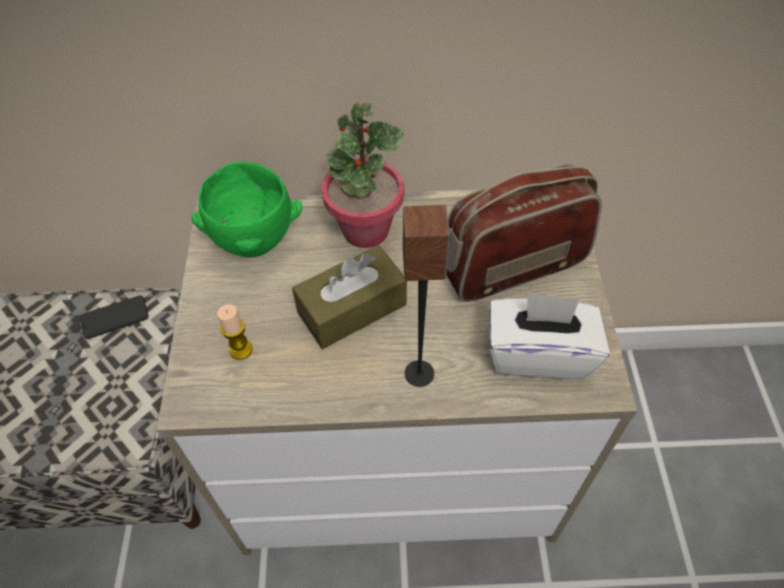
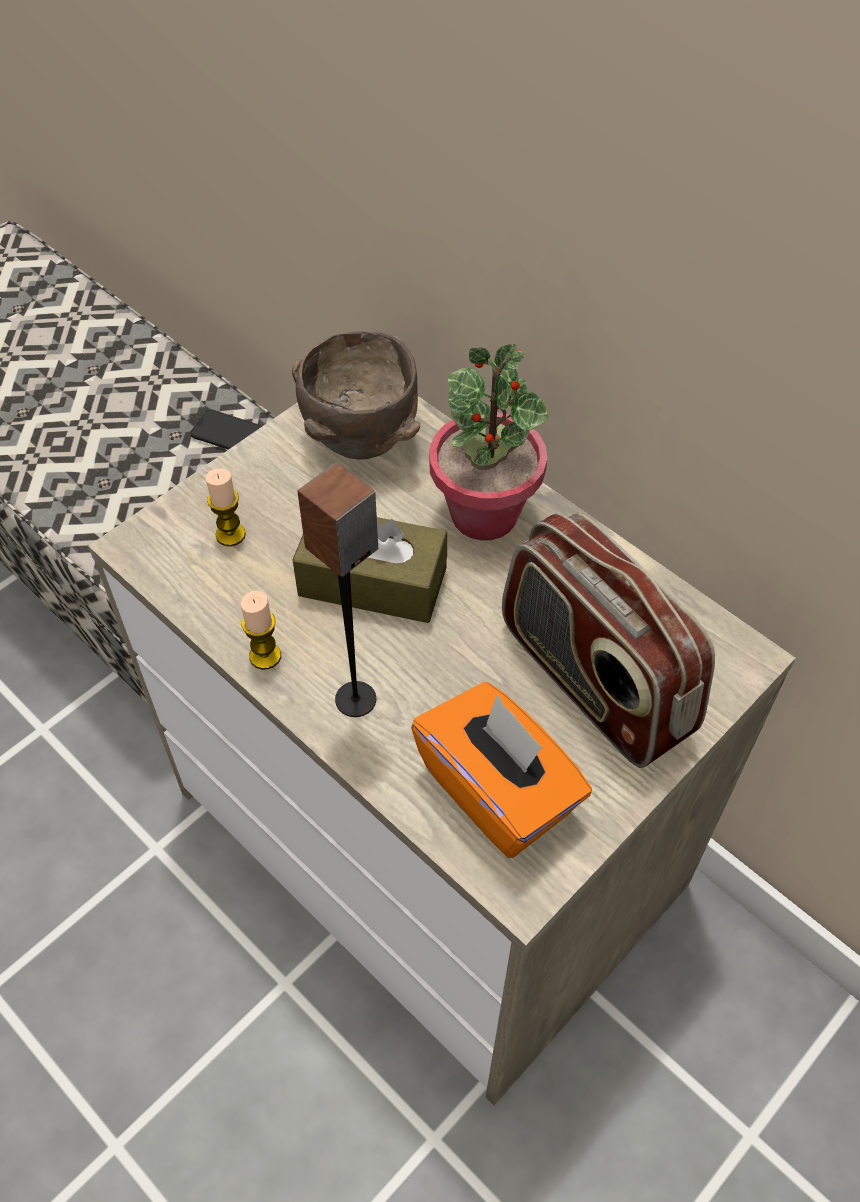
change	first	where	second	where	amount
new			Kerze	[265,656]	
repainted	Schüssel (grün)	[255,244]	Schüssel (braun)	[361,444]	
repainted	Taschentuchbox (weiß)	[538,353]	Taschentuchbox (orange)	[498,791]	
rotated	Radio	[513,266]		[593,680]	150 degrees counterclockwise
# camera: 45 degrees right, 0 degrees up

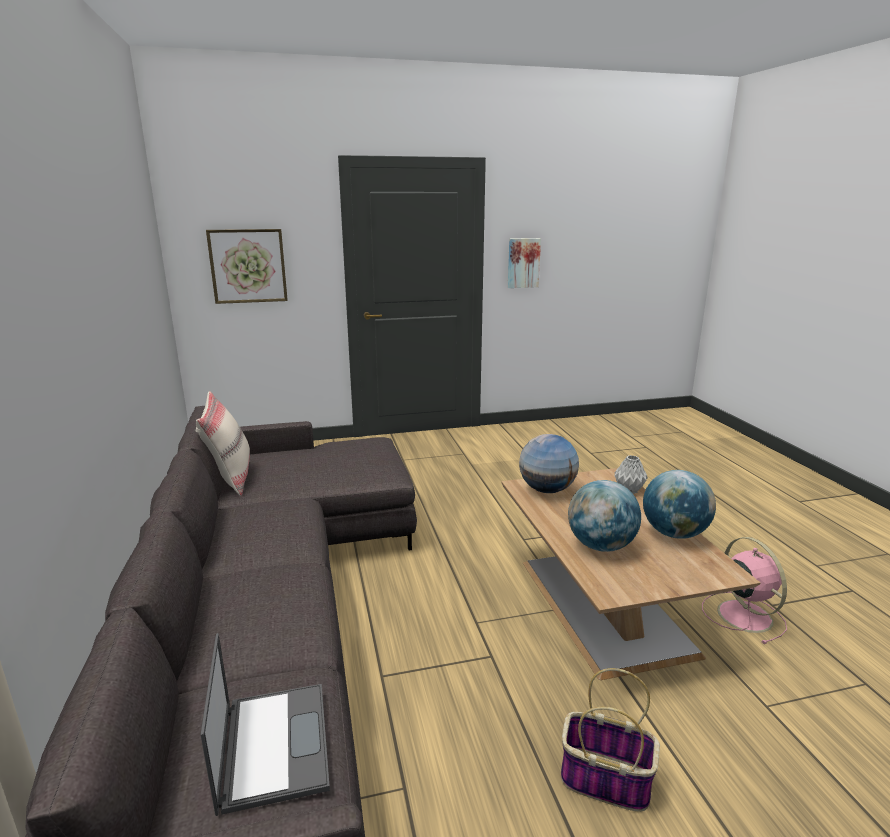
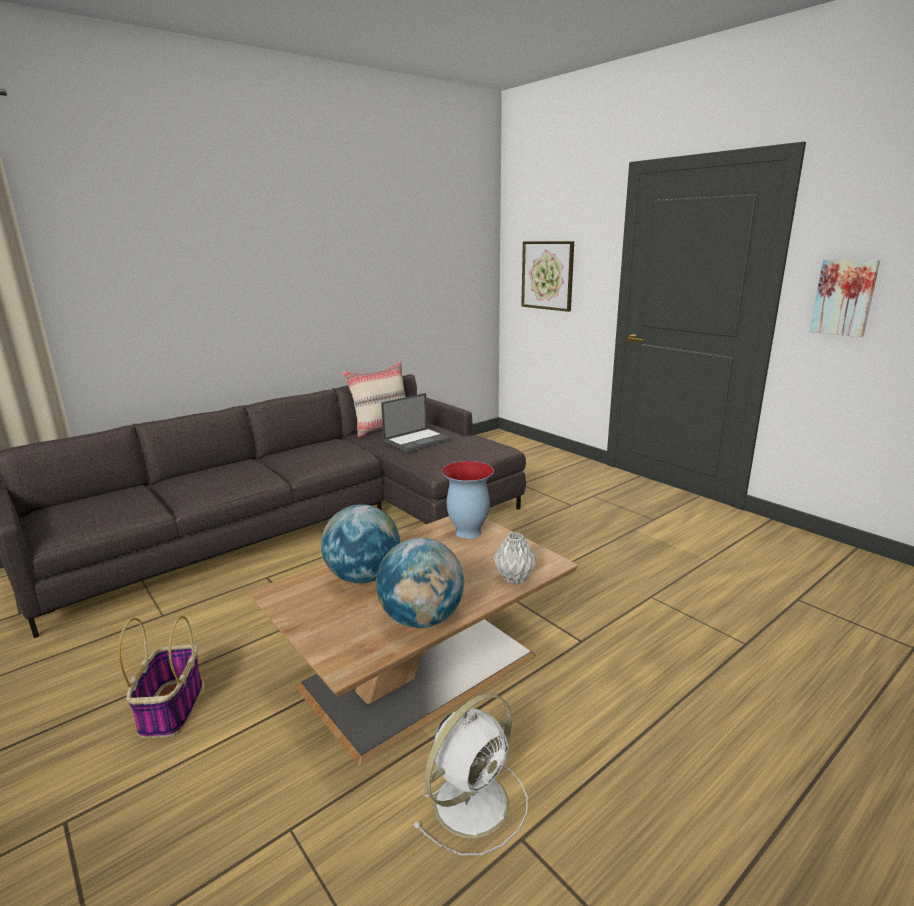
change	first	where	second	where	amount
shifted	Laptop	[273,743]		[418,440]	
repainted	Ventilator (rosa)	[742,614]	Ventilator (weiß)	[473,800]	
swapped	Globus	[547,490]	Vase	[467,532]	
# camera: 65 degrees right, 0 degrees up

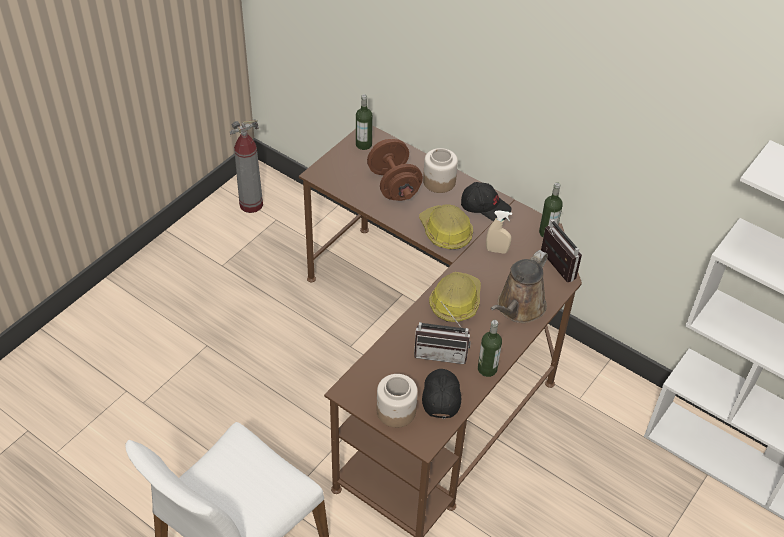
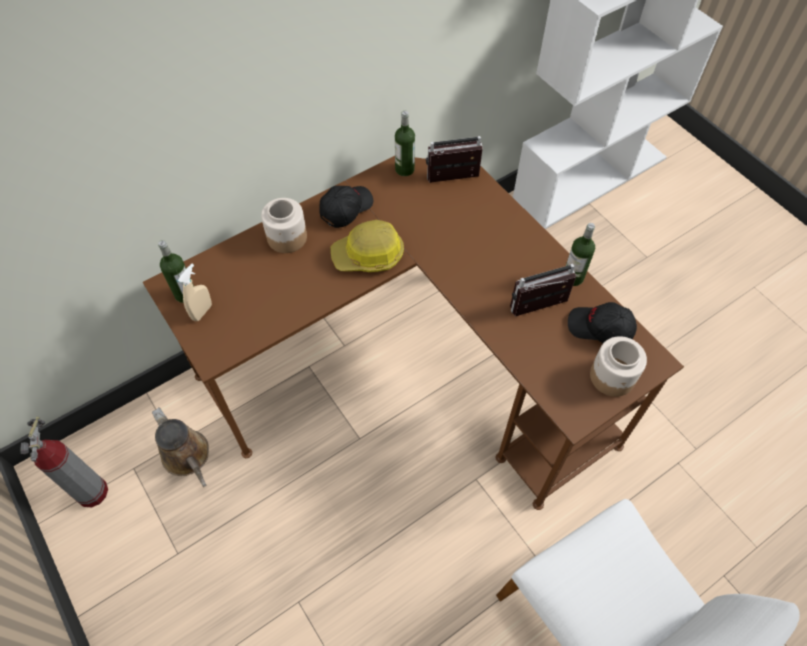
change	first	where	second	where	amount
shifted	Gießkanne (braun)	[518,308]		[188,457]	
shifted	Sprühflasche (beige)	[497,250]		[202,312]	
rotated	Radio	[441,352]		[540,310]	135 degrees counterclockwise
gone	Hantel (braun)	[394,185]			
gone	Schutzhelm	[455,301]			
# camera: 70 degrees left, 10 degrees up

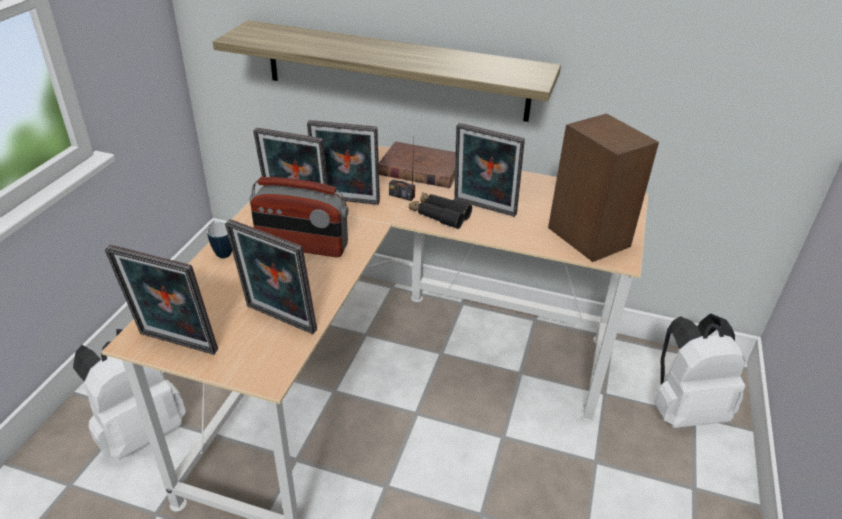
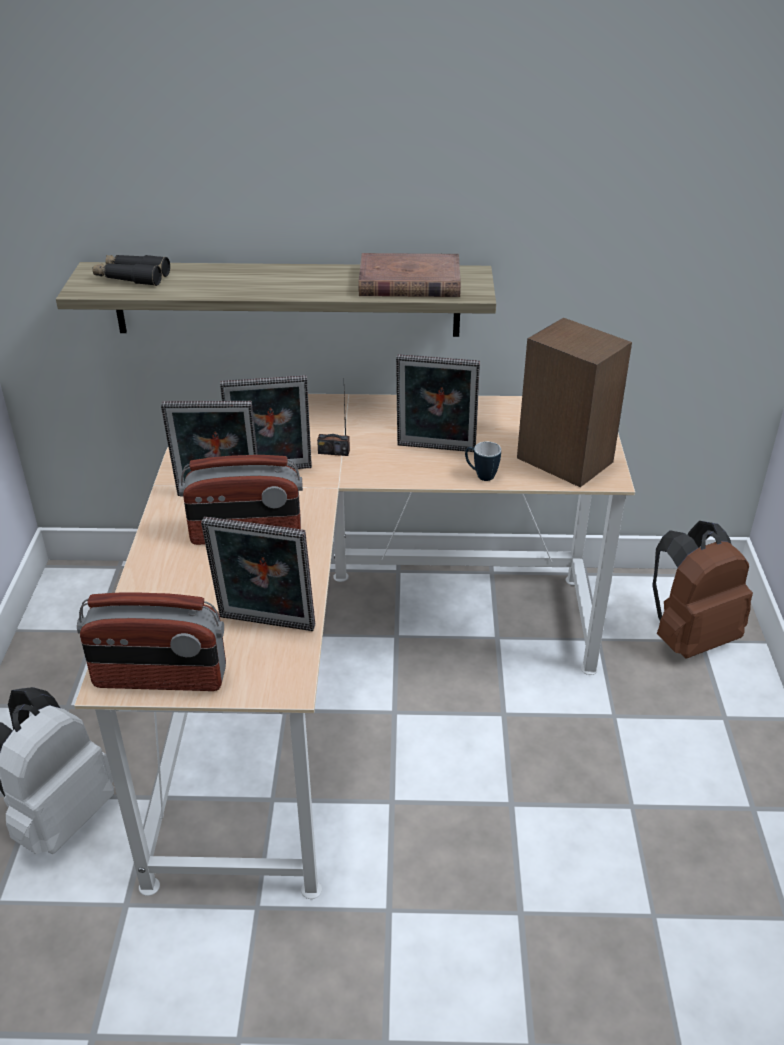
change	first	where	second	where	amount
swapped	Bilderrahmen	[175,345]	Radio	[160,678]	
shifted	Fernglas (schwarz)	[439,215]		[132,277]	
shifted	Buch (braun)	[420,169]		[408,282]	
shifted	Henkelbecher	[221,252]		[481,475]	
repainted	Rucksack (weiß)	[684,409]	Rucksack (braun)	[689,636]	
# camera: 15 degrees left, 0 degrees up

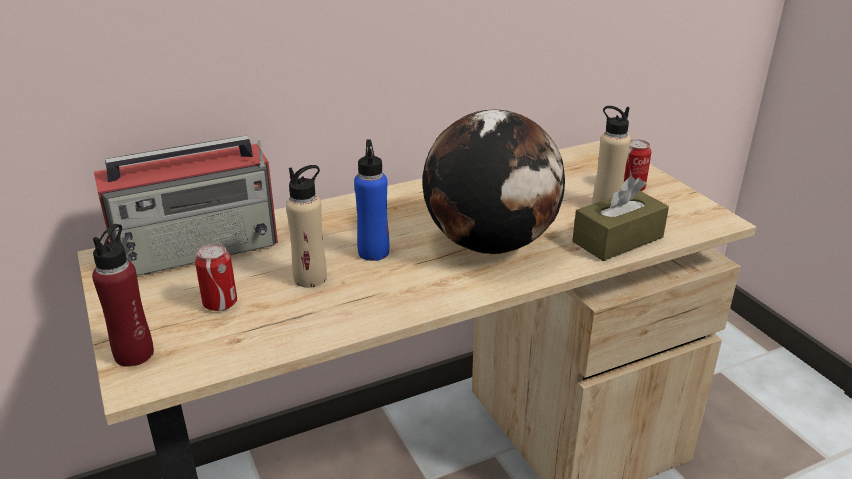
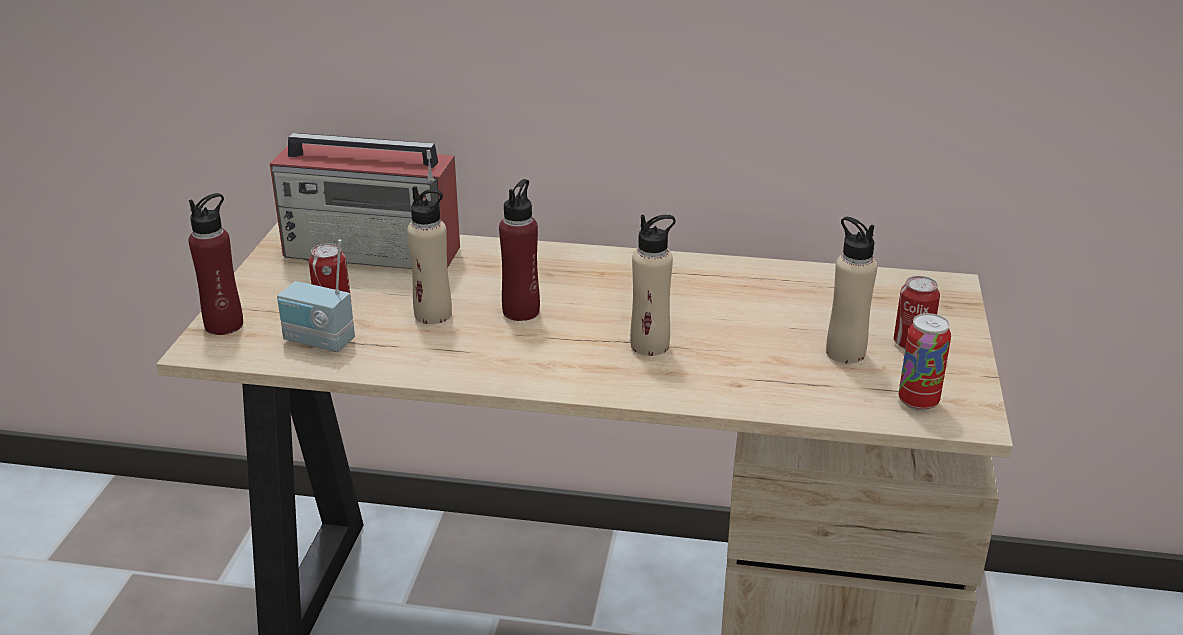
change	first	where	second	where	amount
new			Radio	[318,342]	
repainted	Flasche (blau)	[373,252]	Flasche (rot)	[521,311]	
swapped	Globus	[490,243]	Flasche (beige)	[650,345]	
new			Dose	[918,402]	
gone	Taschentuchbox (braun)	[617,239]			
# camera: 35 degrees right, 0 degrees up

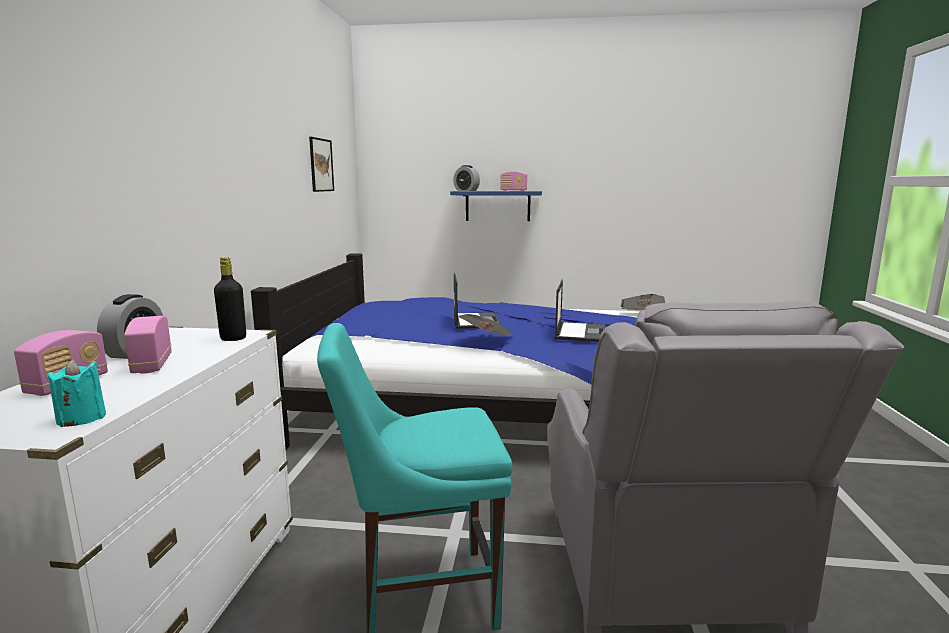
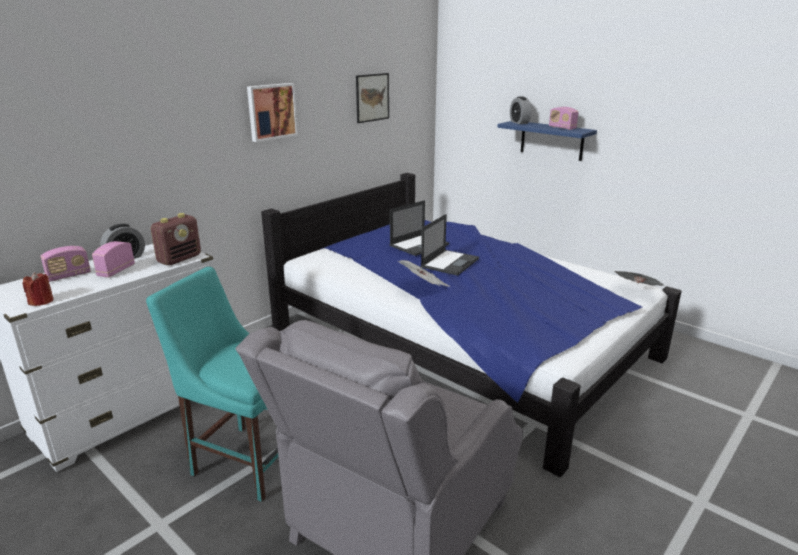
change	first	where	second	where	amount
repainted	Kerze (türkis)	[81,418]	Kerze (rot)	[41,301]	
swapped	Flasche (schwarz)	[233,338]	Radio	[180,259]	
new			Bild	[271,111]	
shifted	Laptop	[580,332]		[419,245]	
# camera: 35 degrees right, 10 degrees up

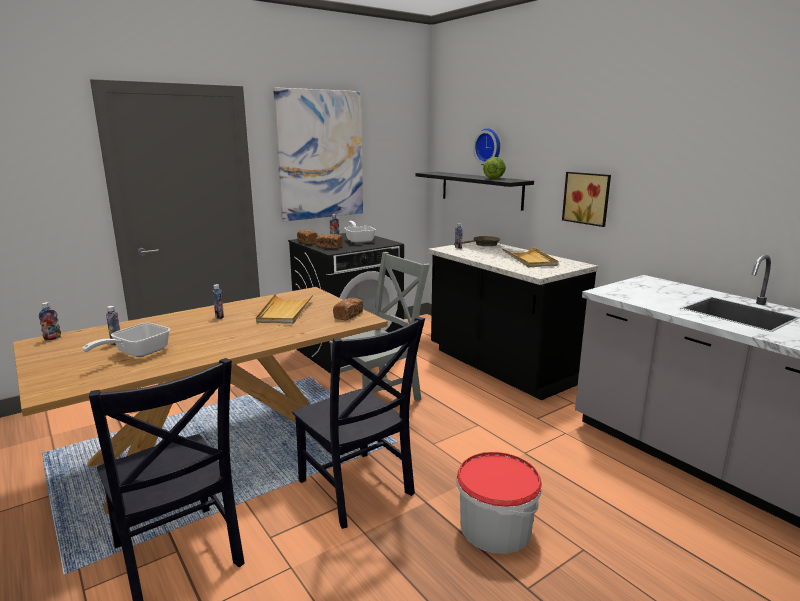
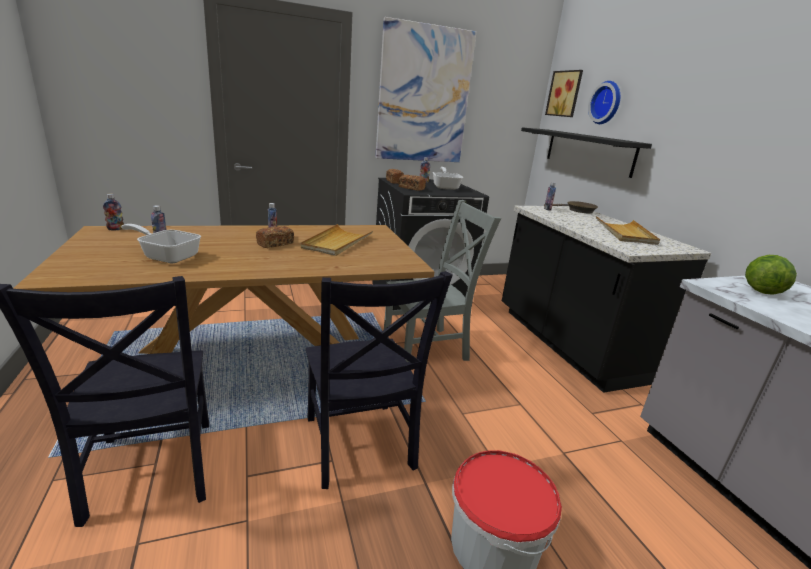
change	first	where	second	where	amount
rotated	Pfanne	[136,353]		[167,256]	60 degrees clockwise
shifted	Brot	[348,315]		[275,244]	
shifted	Bild	[587,198]		[565,94]	
shifted	Salatkopf	[493,178]		[762,291]	
# camera: 15 degrees right, 5 degrees up

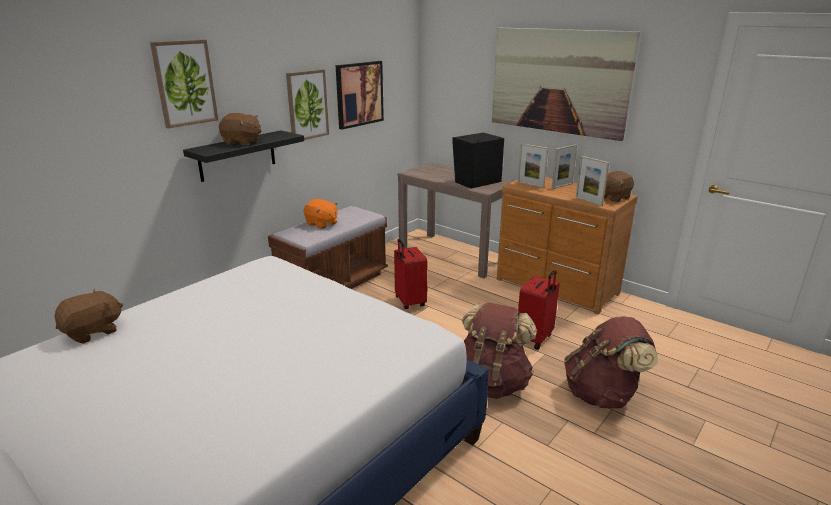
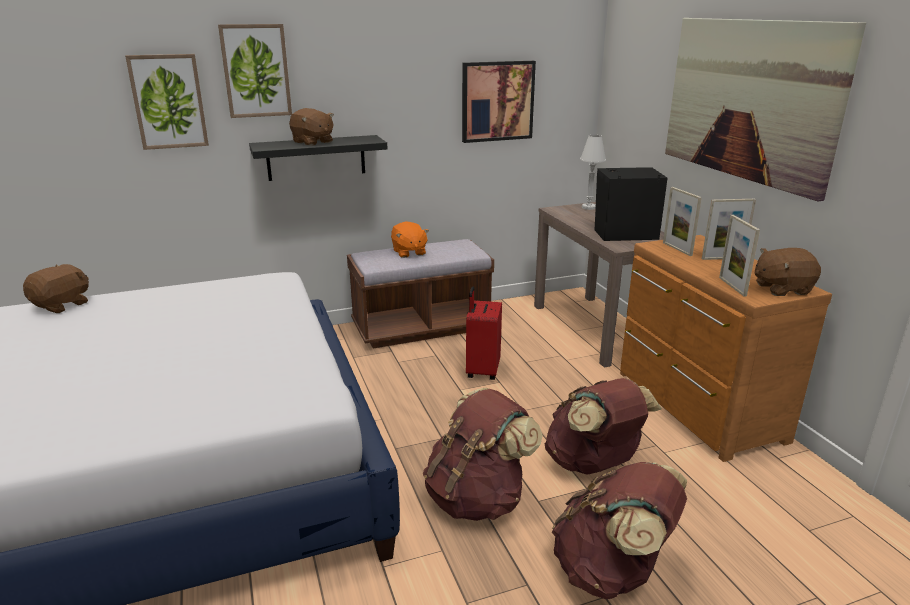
change	first	where	second	where	amount
rotated	Plüschtier (braun)	[93,332]		[62,305]	45 degrees counterclockwise
shifted	Bild	[307,105]		[168,101]	
swapped	Koffer (rot)	[535,339]	Rucksack (braun)	[593,464]	
new			Tischlampe (weiß)	[588,207]	
# camera: 30 degrees right, 0 degrees up

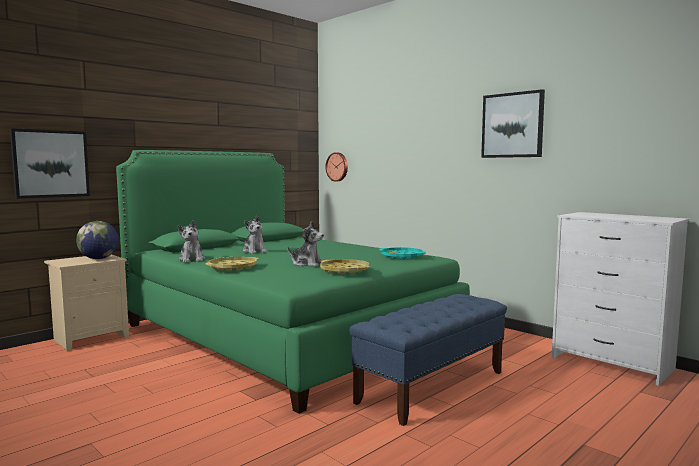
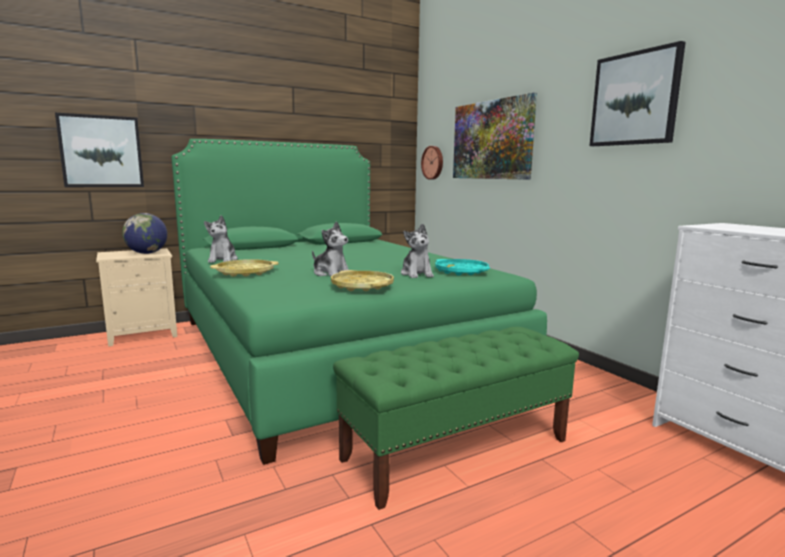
change	first	where	second	where	amount
repainted	Bank (blau)	[432,386]	Bank (grün)	[457,449]	
shifted	Plüschtier	[254,251]		[417,274]	
new			Bild	[491,140]	
# camera: 15 degrees right, 5 degrees up

